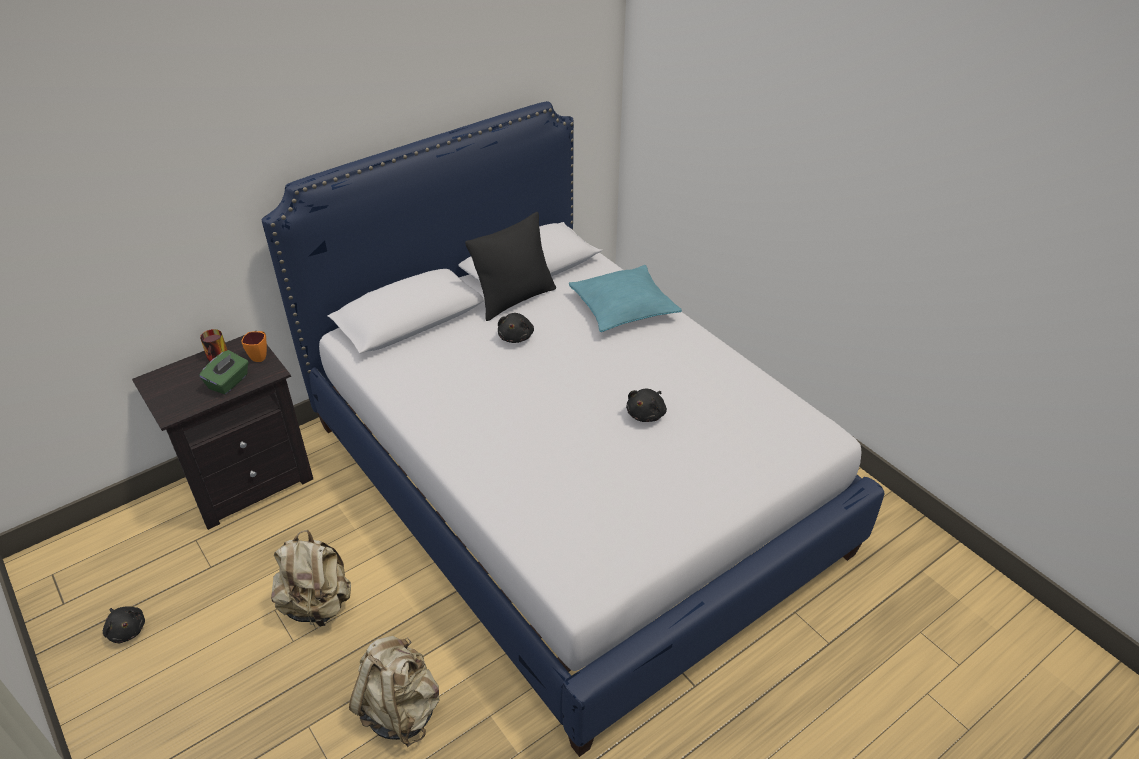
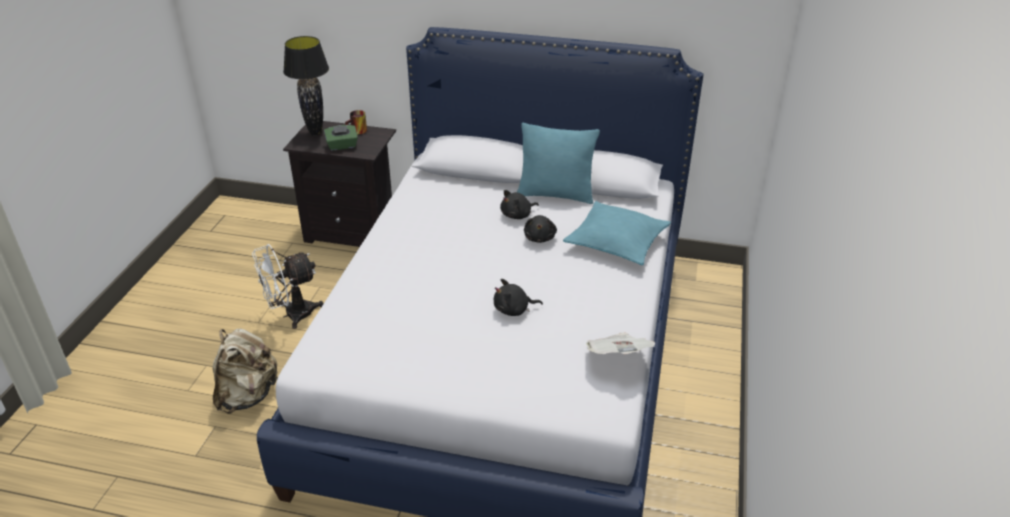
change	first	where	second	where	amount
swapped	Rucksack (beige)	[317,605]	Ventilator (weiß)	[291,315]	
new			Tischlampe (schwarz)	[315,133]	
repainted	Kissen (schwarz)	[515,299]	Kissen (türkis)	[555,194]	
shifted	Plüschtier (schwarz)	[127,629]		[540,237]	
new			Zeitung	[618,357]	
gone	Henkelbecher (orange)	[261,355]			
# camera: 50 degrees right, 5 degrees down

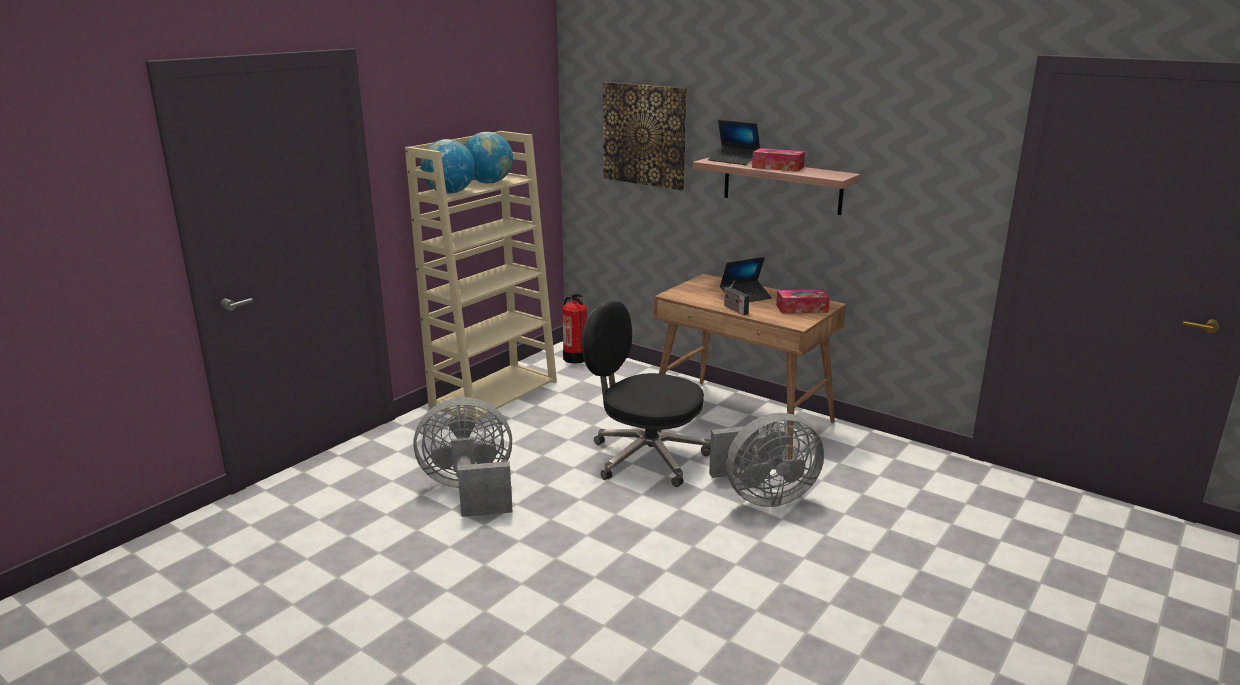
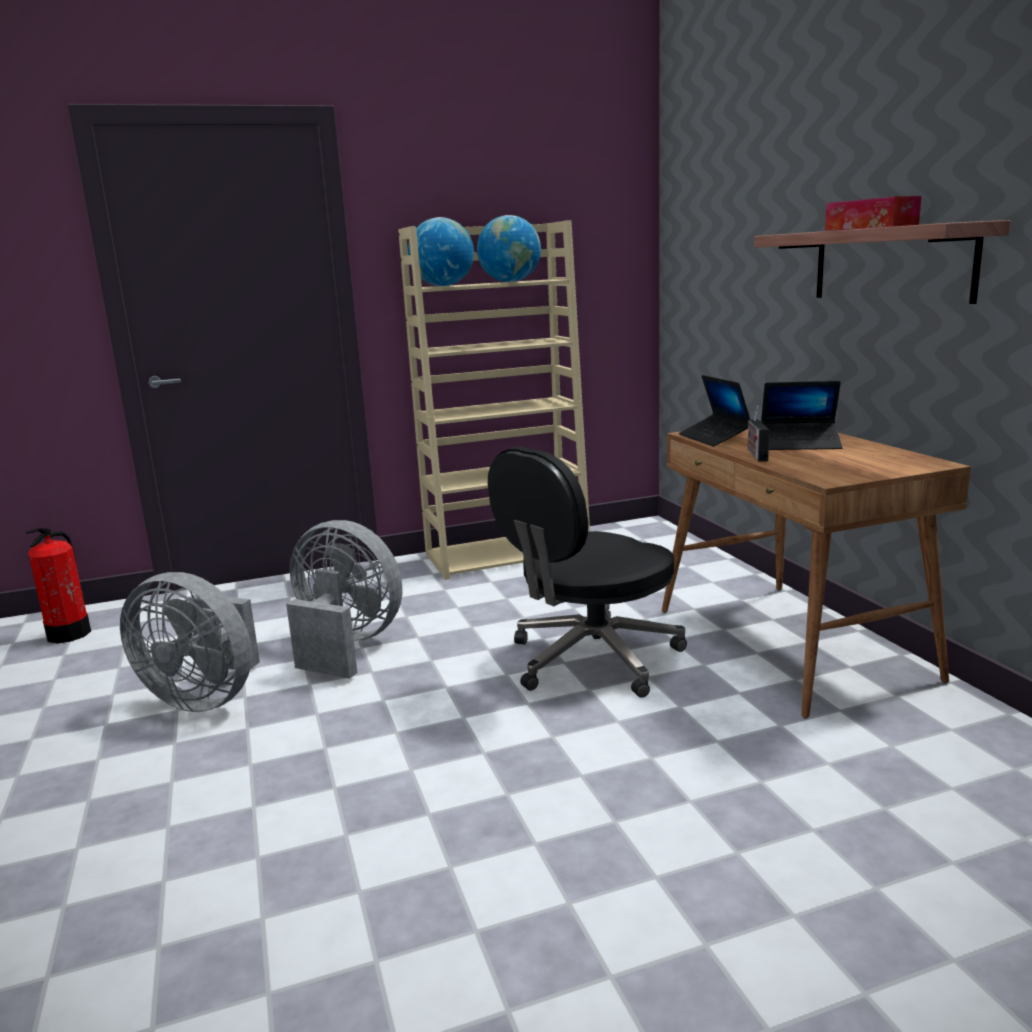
change	first	where	second	where	amount
shifted	Feuerlöscher	[575,358]		[69,634]	
shifted	Ventilator (grau)	[763,497]		[205,697]	
rotated	Bürostuhl (schwarz)	[645,457]		[591,659]	105 degrees counterclockwise
shifted	Laptop	[734,160]		[714,438]	
gone	Bild	[645,135]			
gone	Taschentuchbox	[802,308]			
# camera: 35 degrees right, 5 degrees down

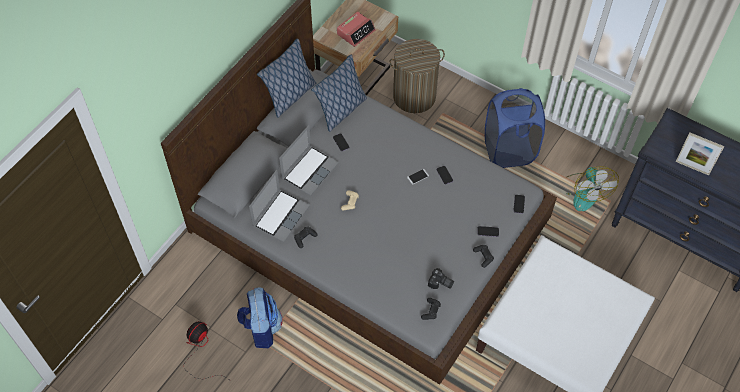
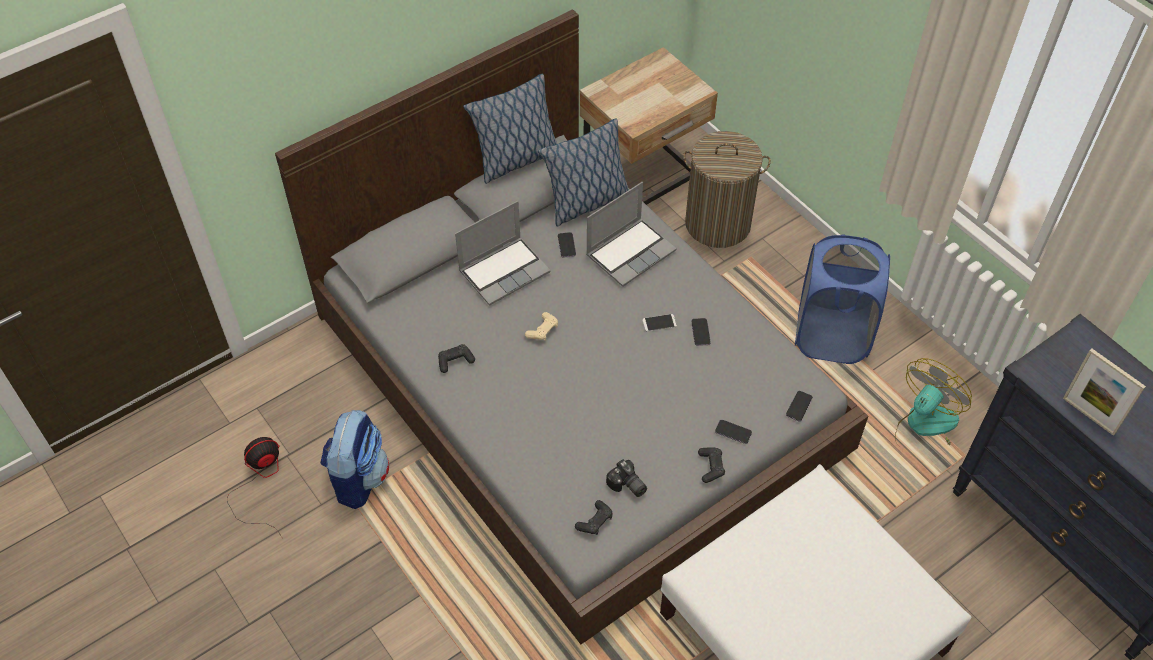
change	first	where	second	where	amount
shifted	Laptop	[281,215]		[630,252]	
rotated	Ventilator	[583,192]		[924,429]	150 degrees counterclockwise
gone	Wecker	[356,32]			
# camera: 20 degrees right, 5 degrees down

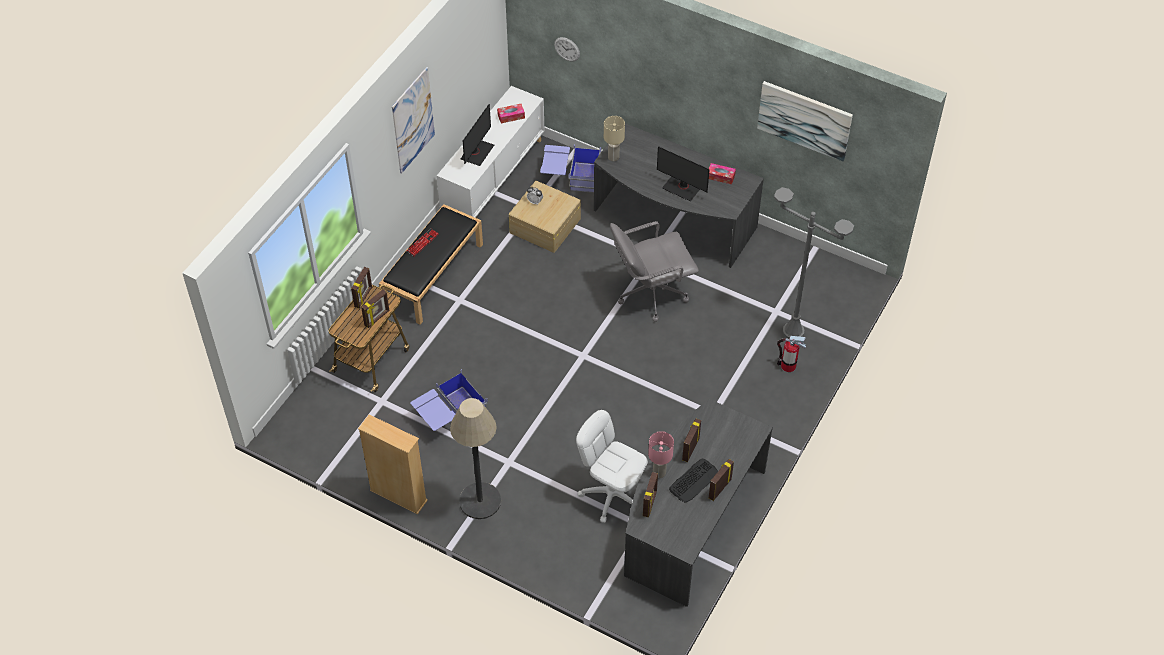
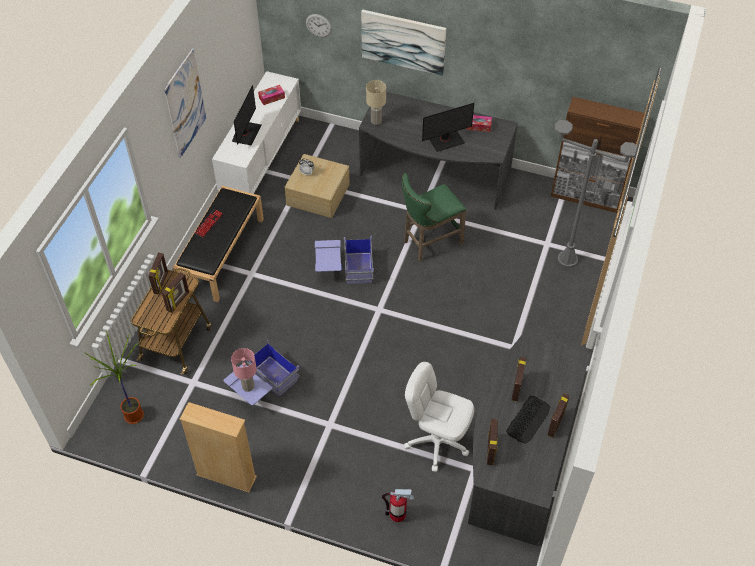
change	first	where	second	where	amount
new			Topfpflanze	[132,417]	
shifted	Tischlampe (rosa)	[659,473]		[248,386]	
shifted	Aufbewahrungsbox (blau)	[570,176]		[344,269]	
shifted	Bild	[804,120]		[403,41]	
shifted	Feuerlöscher	[788,366]		[397,514]	
swapped	Bürostuhl (grau)	[651,293]	Hocker (grün)	[429,242]	
rotated	Monitor	[682,188]		[445,140]	45 degrees counterclockwise
new			Schrank (braun)	[586,197]	
gone	Stehlampe	[480,501]			
# camera: 10 degrees left, 0 degrees up

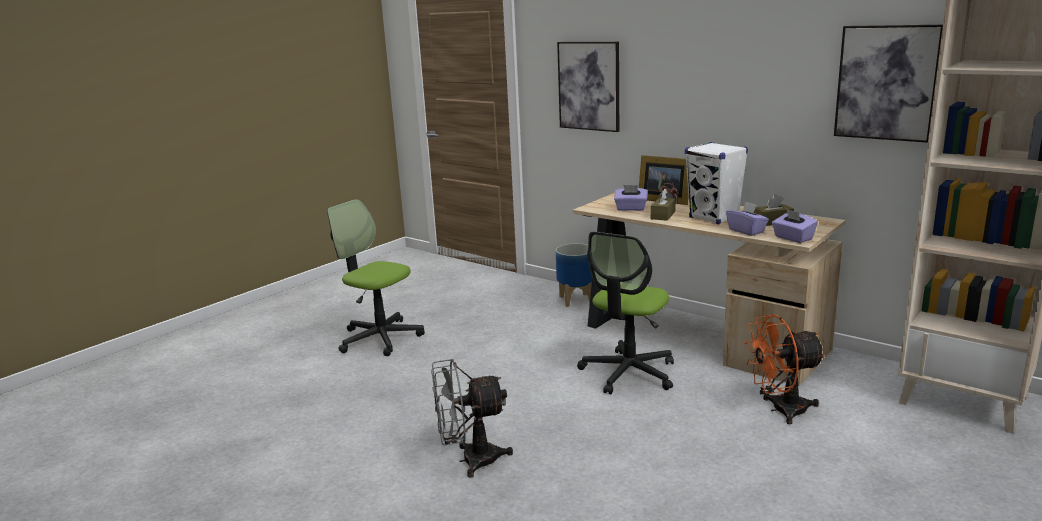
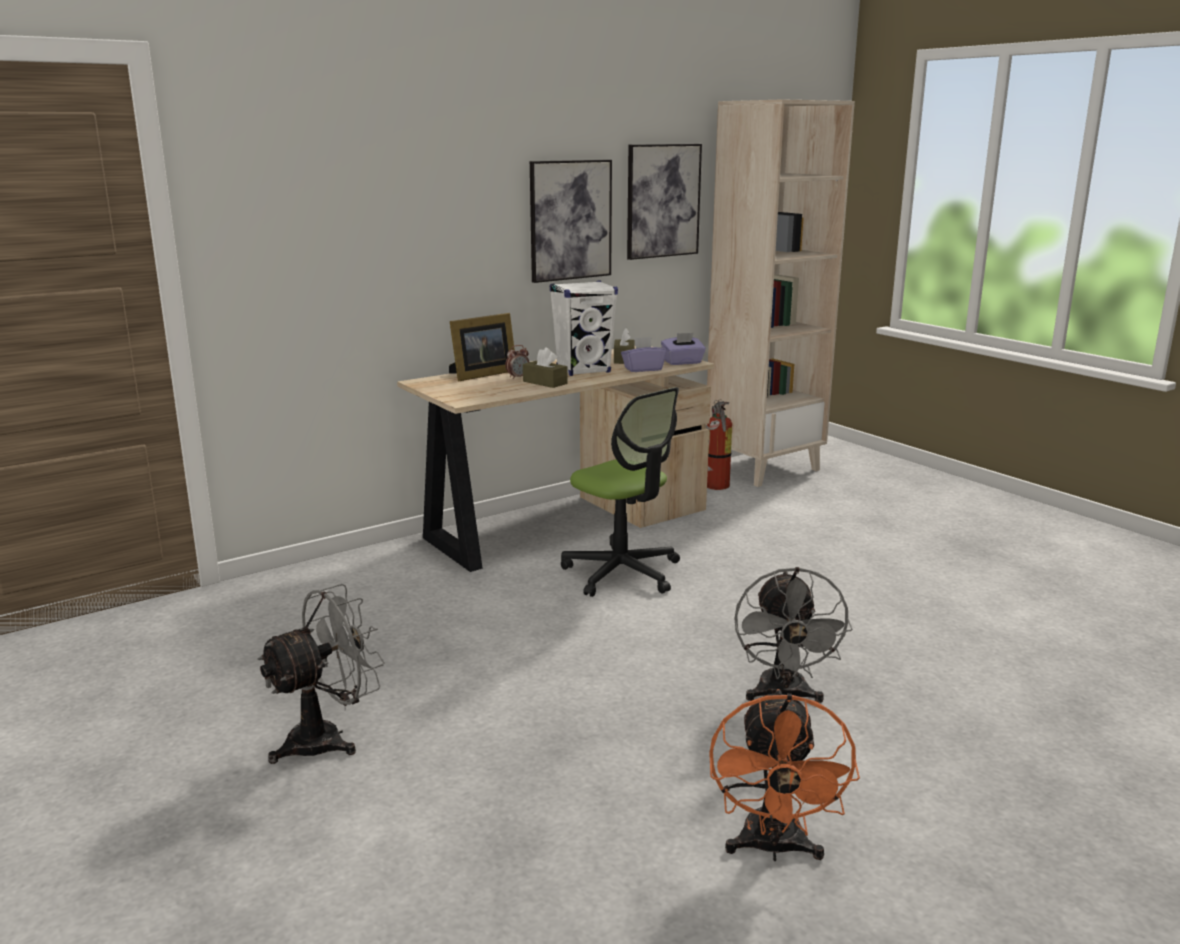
change	first	where	second	where	amount
swapped	Bürostuhl	[380,338]	Ventilator (grau)	[328,738]	
shifted	Bild	[589,86]		[570,220]	
new			Feuerlöscher	[715,487]	
shifted	Ventilator (orange)	[780,410]		[773,849]	
gone	Pflanzkübel	[577,300]			
gone	Taschentuchbox (lila)	[631,208]			
# camera: 75 degrees left, 0 degrees up

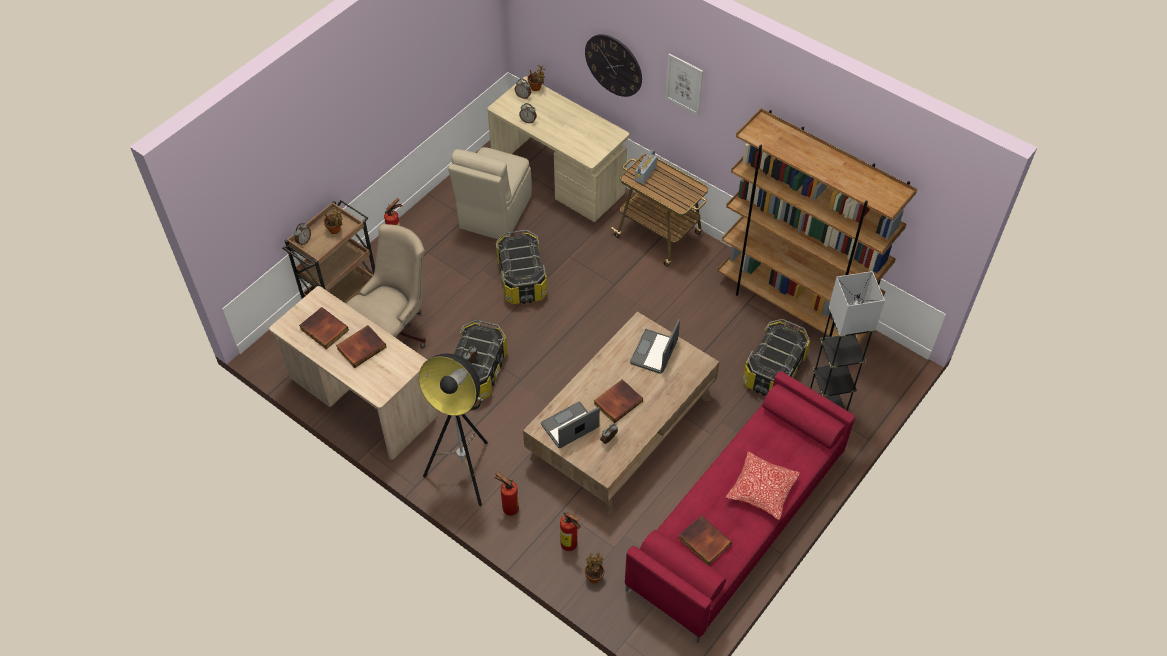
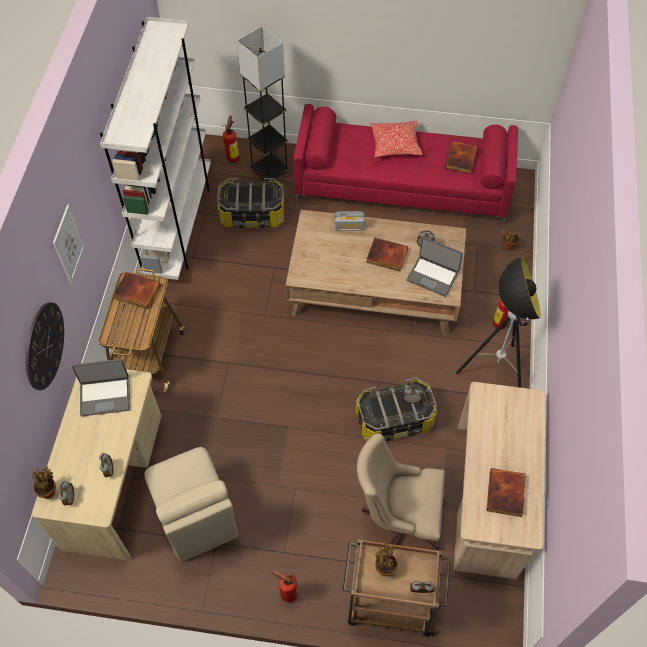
change	first	where	second	where	amount
shifted	Laptop	[655,352]		[105,396]	
repainted	Bücherregal (braun)	[793,307]	Bücherregal (weiß)	[179,225]	
shifted	Buch	[361,347]		[136,292]	
rotated	Stuhl (beige)	[494,213]		[196,517]	75 degrees clockwise
shifted	Feuerlöscher	[570,546]		[234,157]	
shifted	Radio	[645,174]		[349,227]	
gone	Aufbewahrungsbox	[521,279]			
# camera: 120 degrees left, 5 degrees up

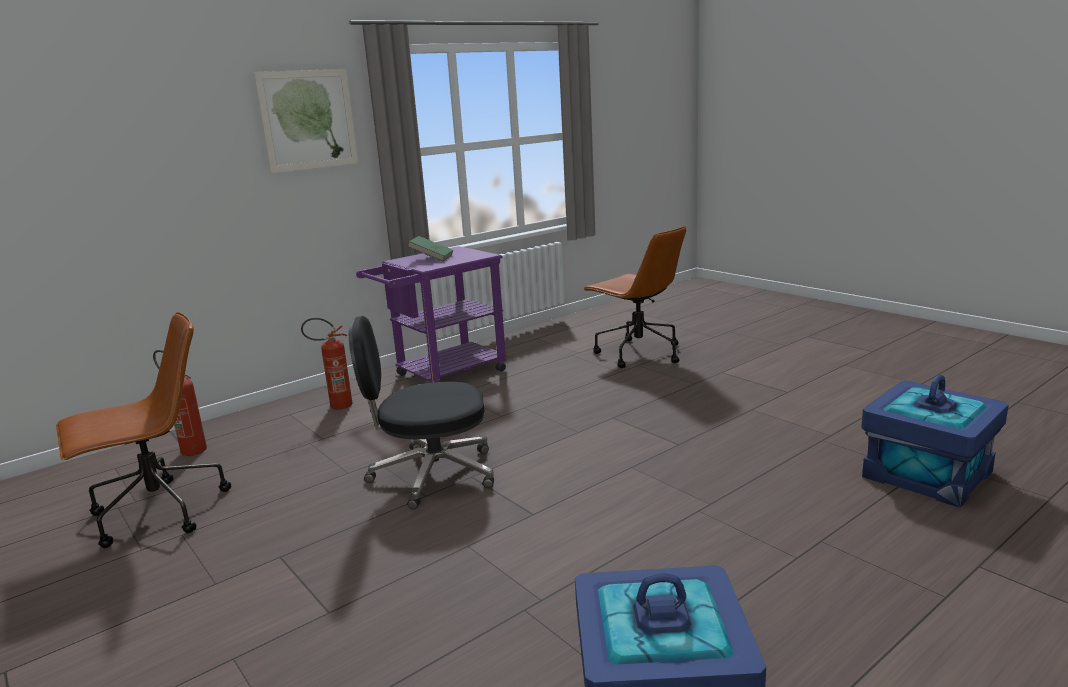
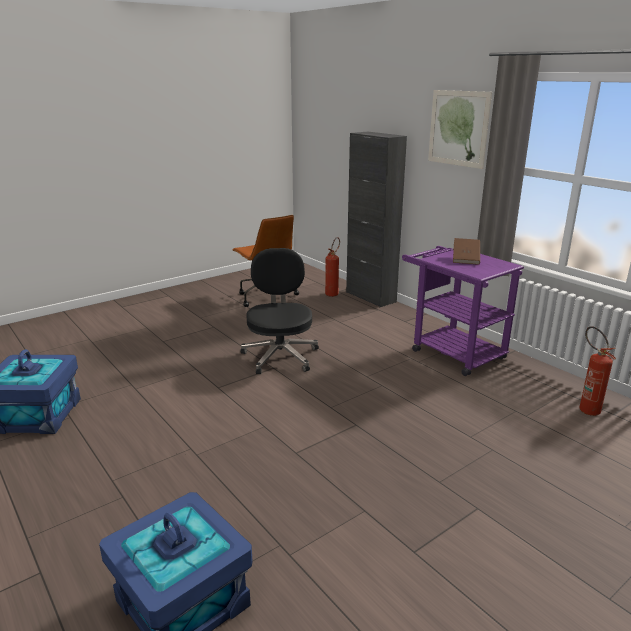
change	first	where	second	where	amount
new			Schrank (schwarz)	[370,297]	
repainted	Buch (grün)	[431,258]	Buch (braun)	[465,259]	
shifted	Feuerlöscher	[335,406]		[585,408]	
gone	Bürostuhl (braun)	[637,353]			
# camera: 90 degrees right, 5 degrees up

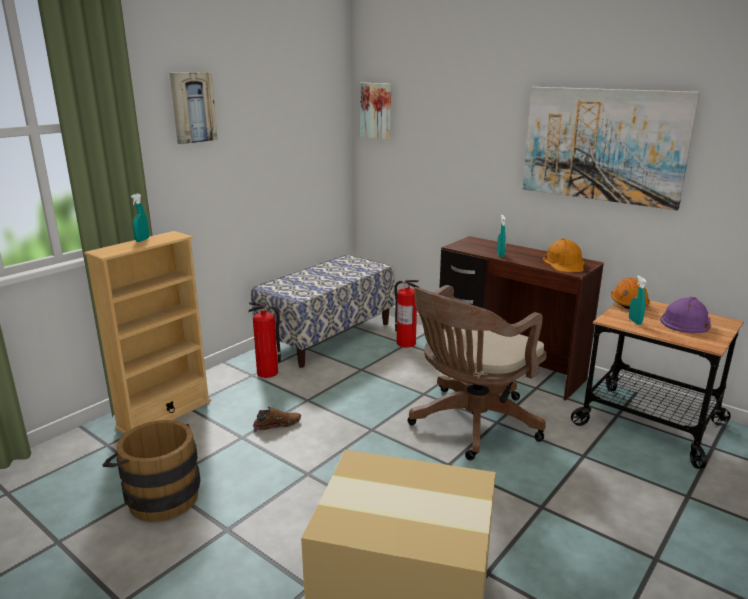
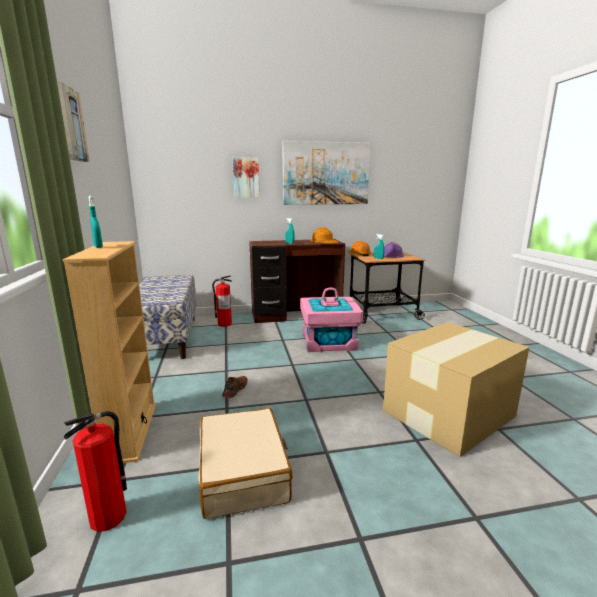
change	first	where	second	where	amount
shifted	Feuerlöscher	[268,372]		[109,516]	
swapped	Eimer (braun)	[159,496]	Koffer (beige)	[243,471]	
shifted	Bild	[377,110]		[246,177]	
swapped	Bürostuhl (braun)	[470,424]	Aufbewahrungsbox (rosa)	[329,341]	
# camera: 50 degrees left, 5 degrees down

